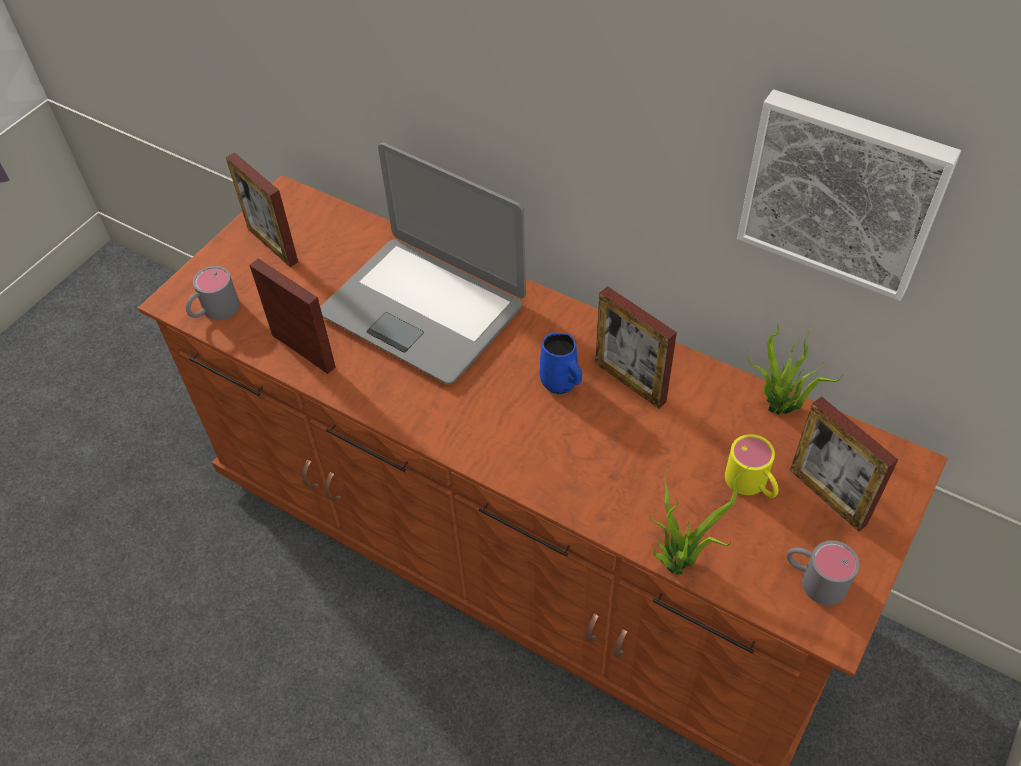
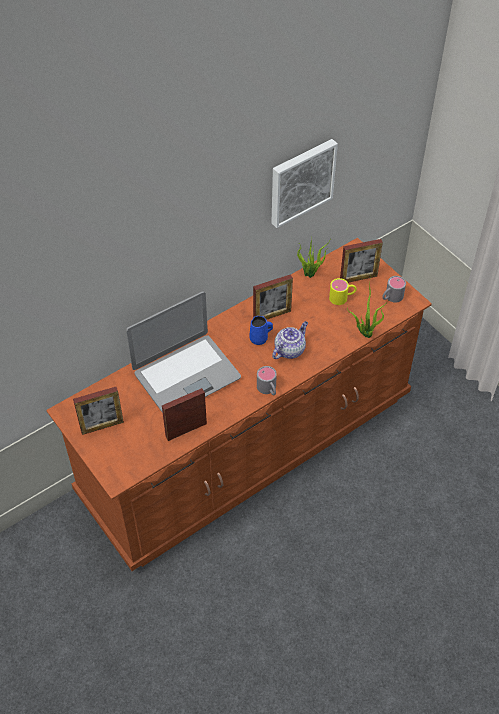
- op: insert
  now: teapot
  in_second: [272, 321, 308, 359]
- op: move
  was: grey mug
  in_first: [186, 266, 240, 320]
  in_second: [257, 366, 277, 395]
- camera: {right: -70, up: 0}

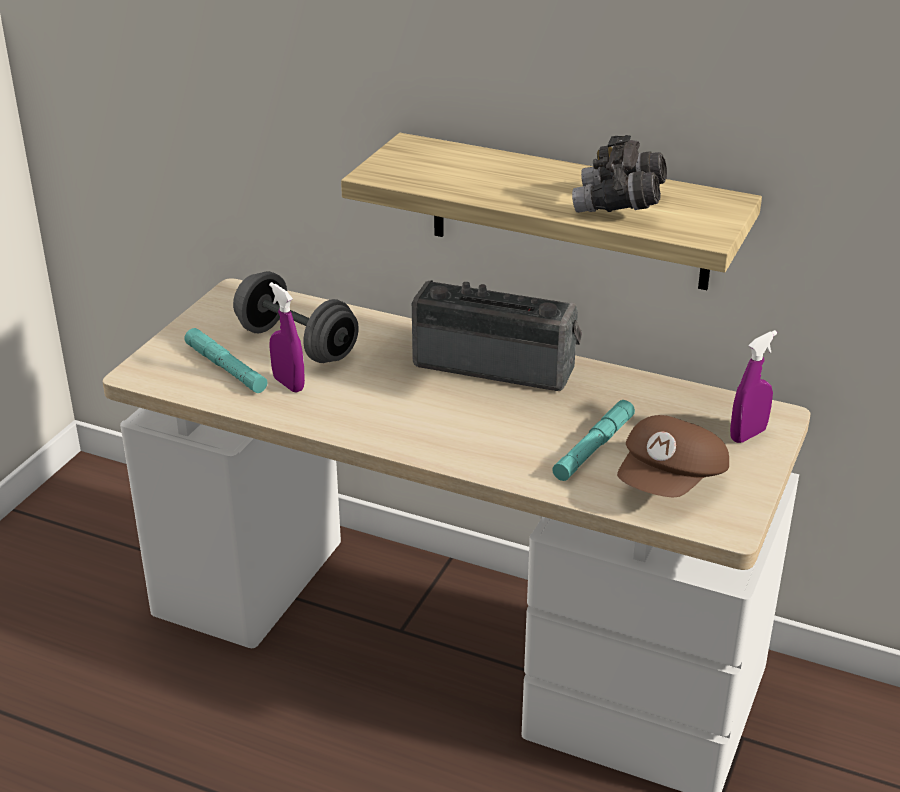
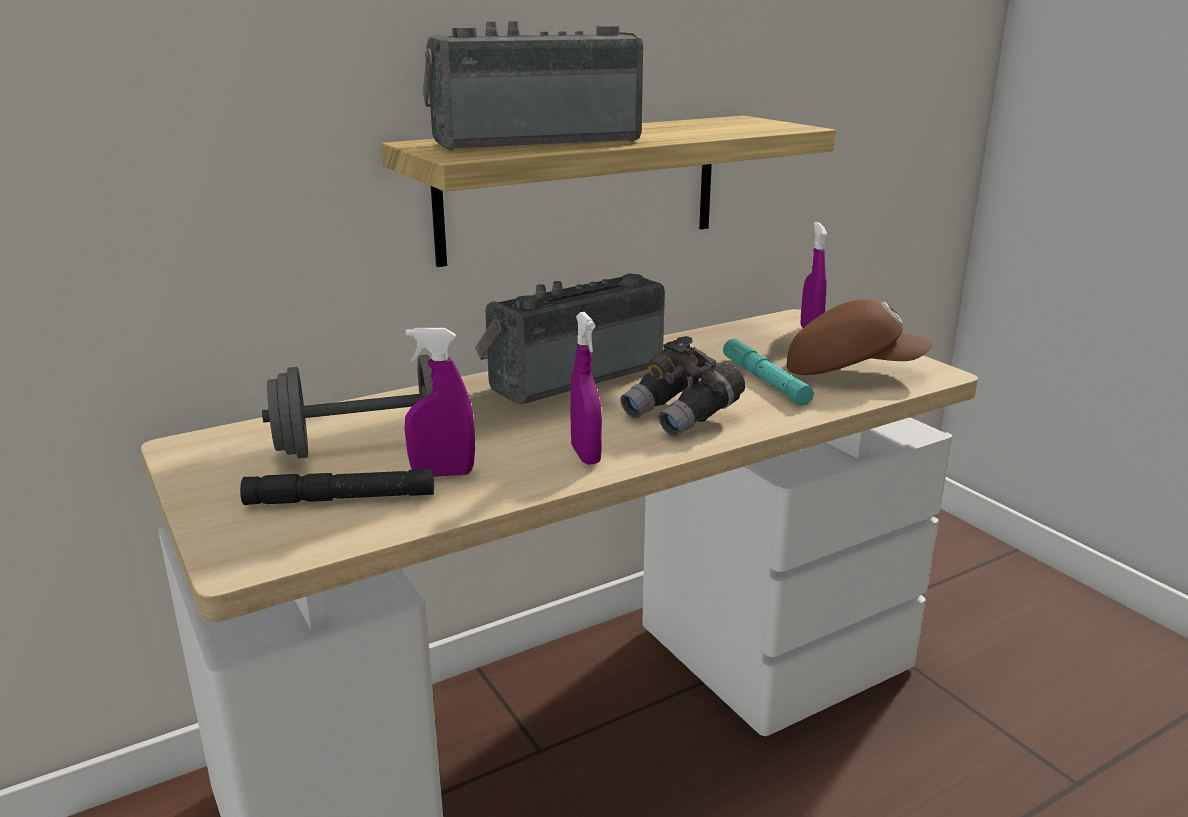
- op: insert
  now: radio
  in_second: [423, 21, 643, 150]
- op: insert
  now: purple spray bottle
  in_second: [570, 312, 602, 465]
- op: move
  was: grey binoculars
  in_first: [572, 135, 667, 213]
  in_second: [620, 336, 745, 437]
- op: recolor
  was: turquoise flashlight
  now: black flashlight
  in_first: [184, 328, 267, 393]
  in_second: [240, 469, 434, 505]
- op: rotate
  was: brown cap
  in_first: [617, 415, 729, 497]
  in_second: [787, 299, 932, 375]
  clockwise: -60
- camera: {right: -55, up: -10}

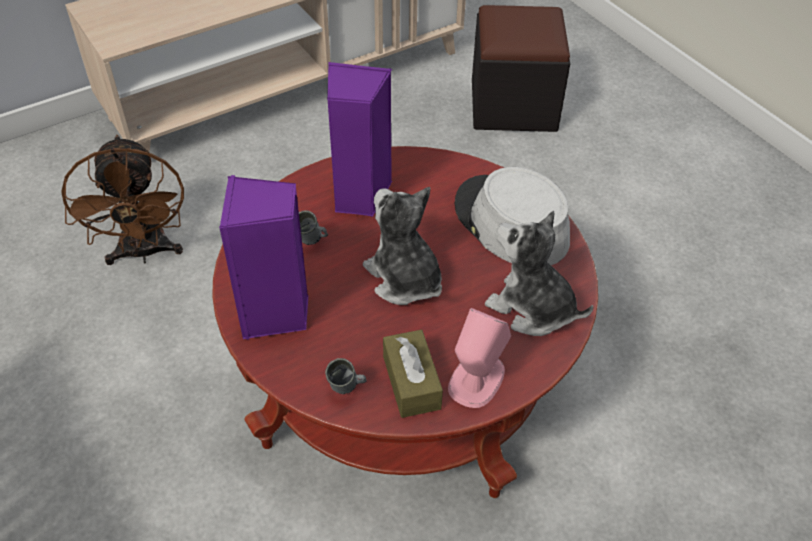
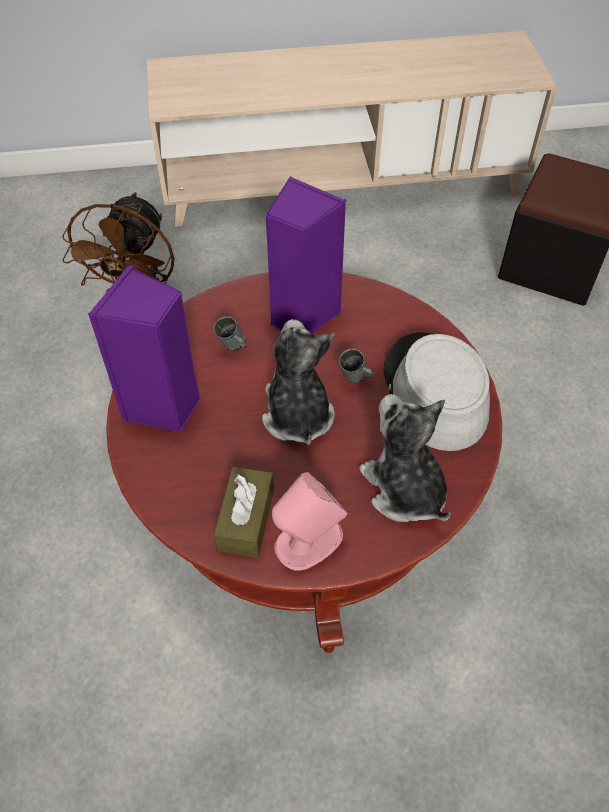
- op: move
  was: grey mug
  in_first: [325, 358, 367, 394]
  in_second: [339, 348, 374, 383]
- camera: {right: 25, up: 5}

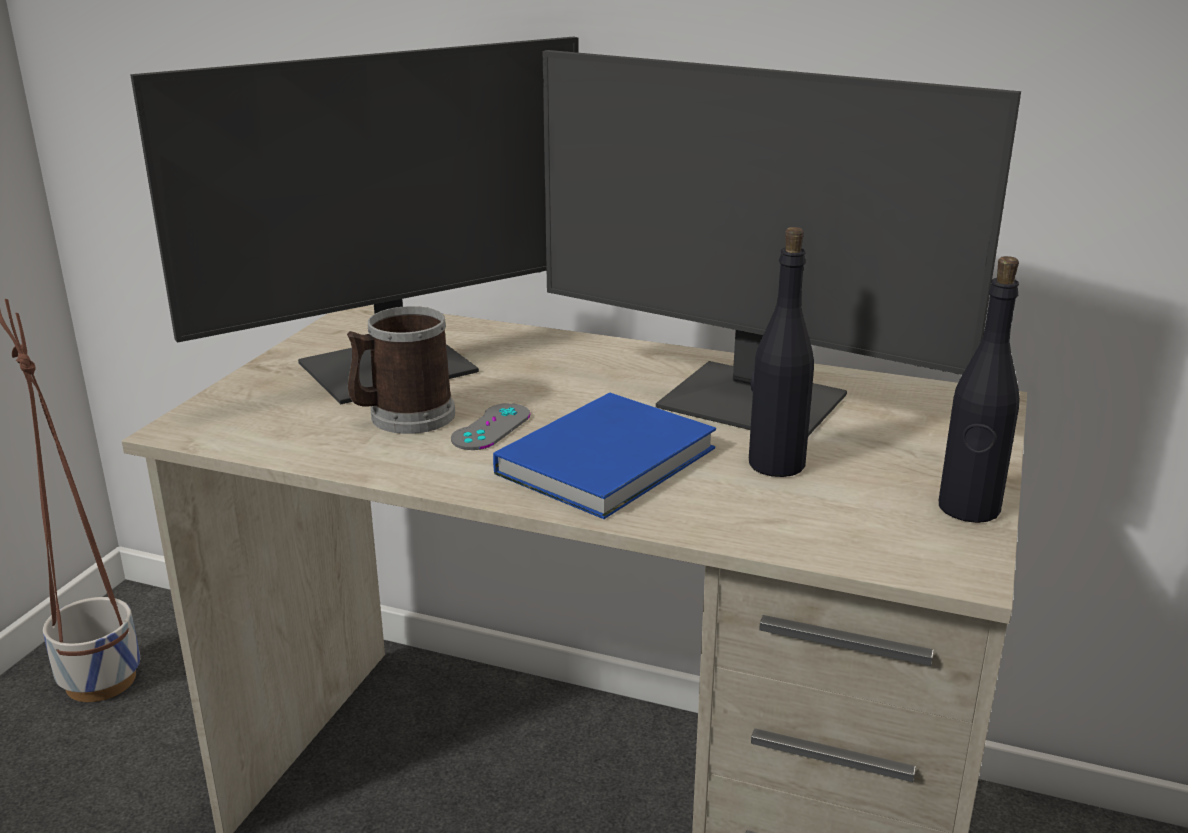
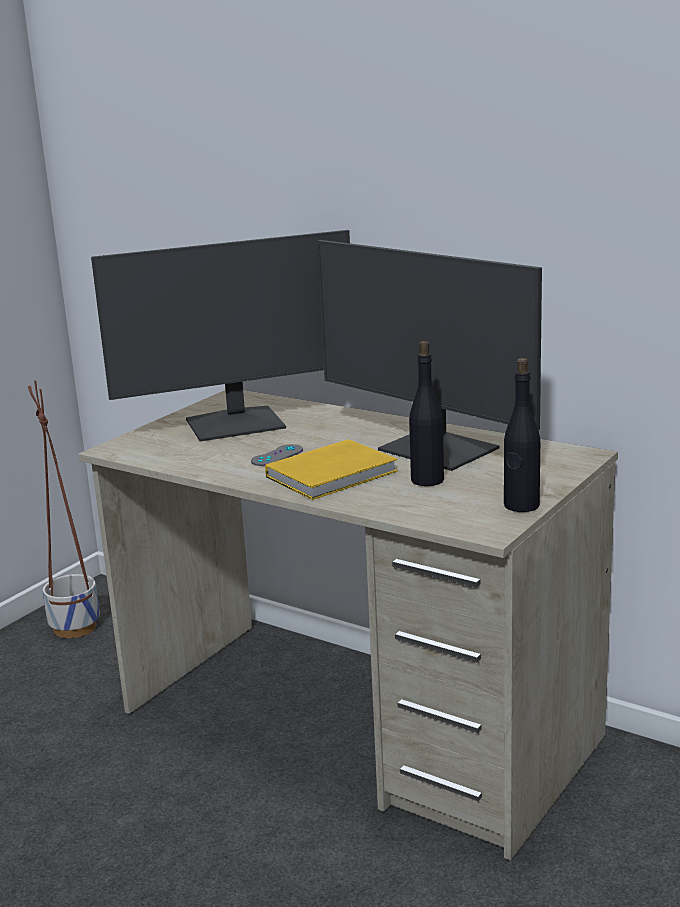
- op: delete
  was: mug
  in_first: [347, 306, 455, 434]
- op: recolor
  was: blue book
  now: yellow book
  in_first: [493, 393, 716, 519]
  in_second: [265, 439, 398, 500]
- camera: {right: 15, up: -5}

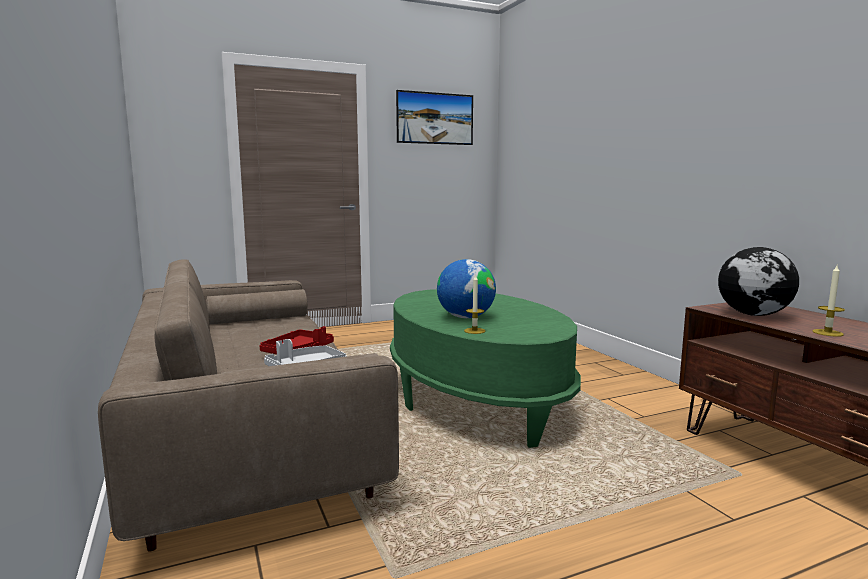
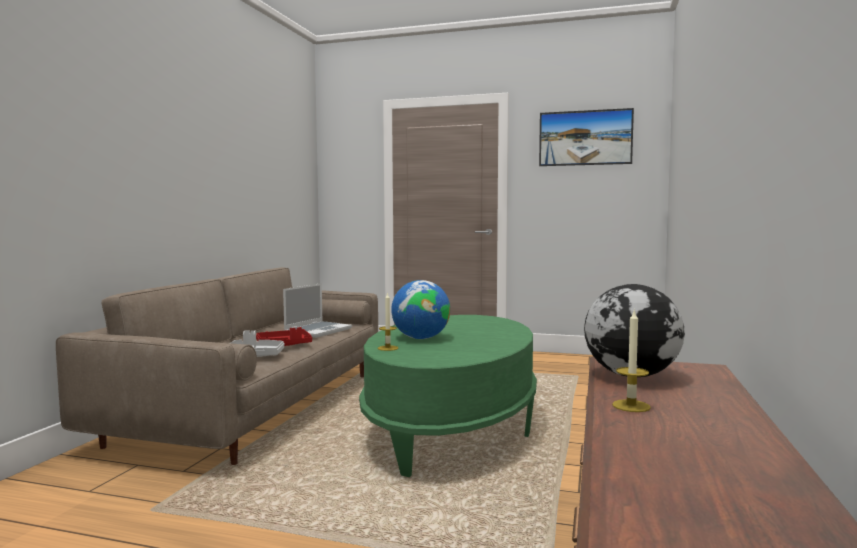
- op: insert
  now: laptop
  in_second: [283, 283, 352, 338]
- camera: {right: 40, up: -5}

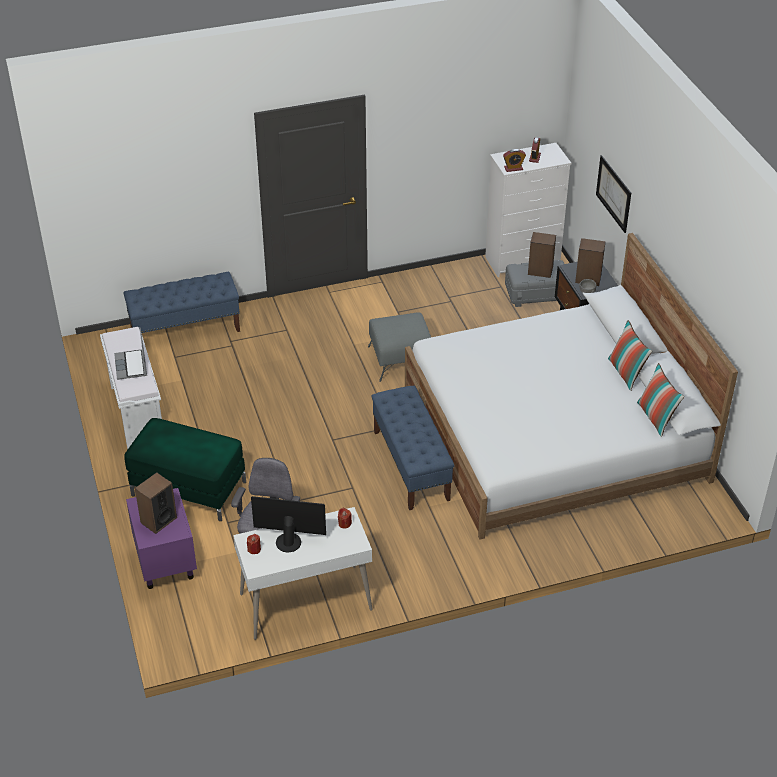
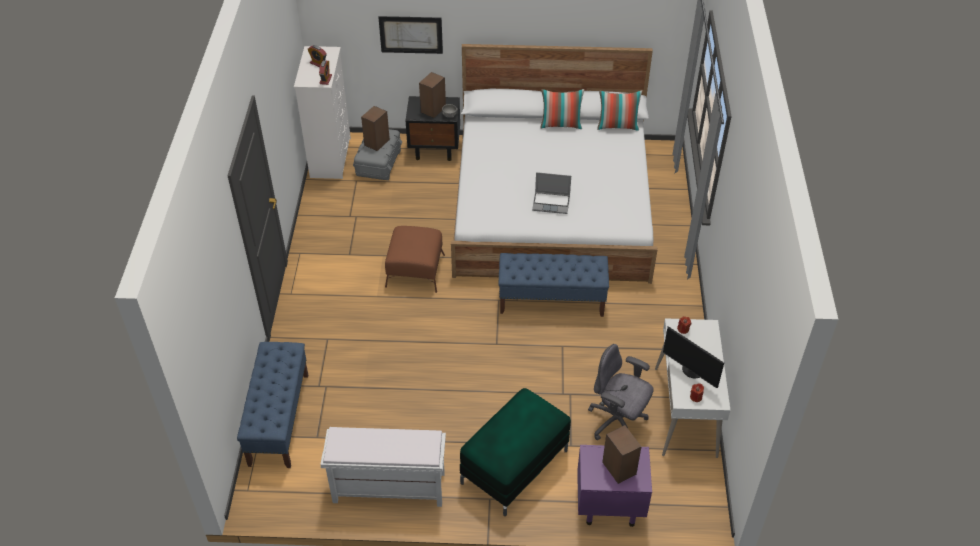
- op: move
  was: laptop
  in_first: [114, 327, 147, 380]
  in_second: [532, 172, 571, 214]
- op: recolor
  was: grey ottoman
  now: brown ottoman
  in_first: [368, 312, 431, 382]
  in_second: [385, 226, 445, 293]
- op: rotate
  was: monitor
  in_first: [251, 496, 326, 552]
  in_second: [663, 326, 724, 388]
  clockwise: -75
- camera: {right: -70, up: 5}

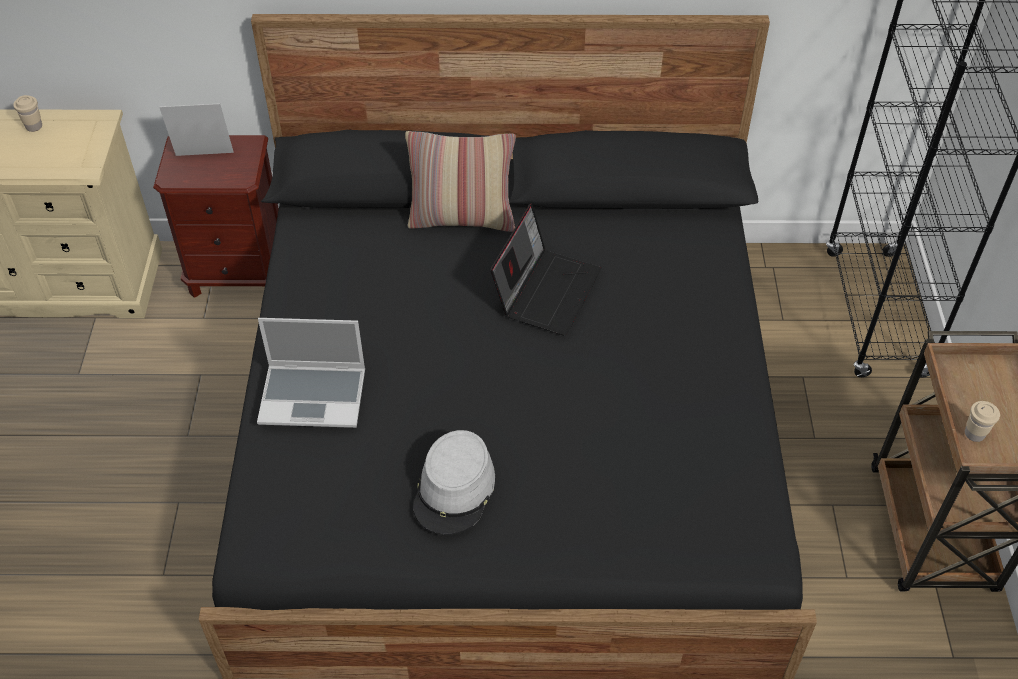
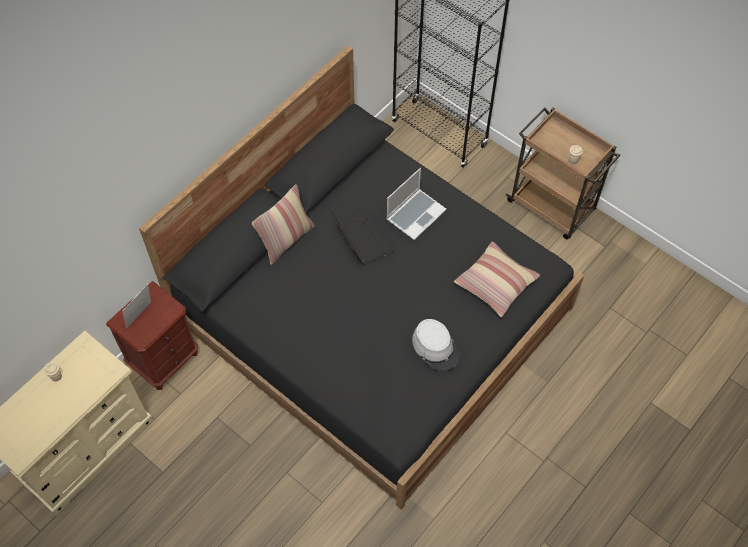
- op: insert
  now: pillow
  in_second: [454, 241, 540, 317]
- op: move
  was: laptop
  in_first: [257, 318, 365, 428]
  in_second: [387, 168, 446, 240]
- camera: {right: -50, up: 10}

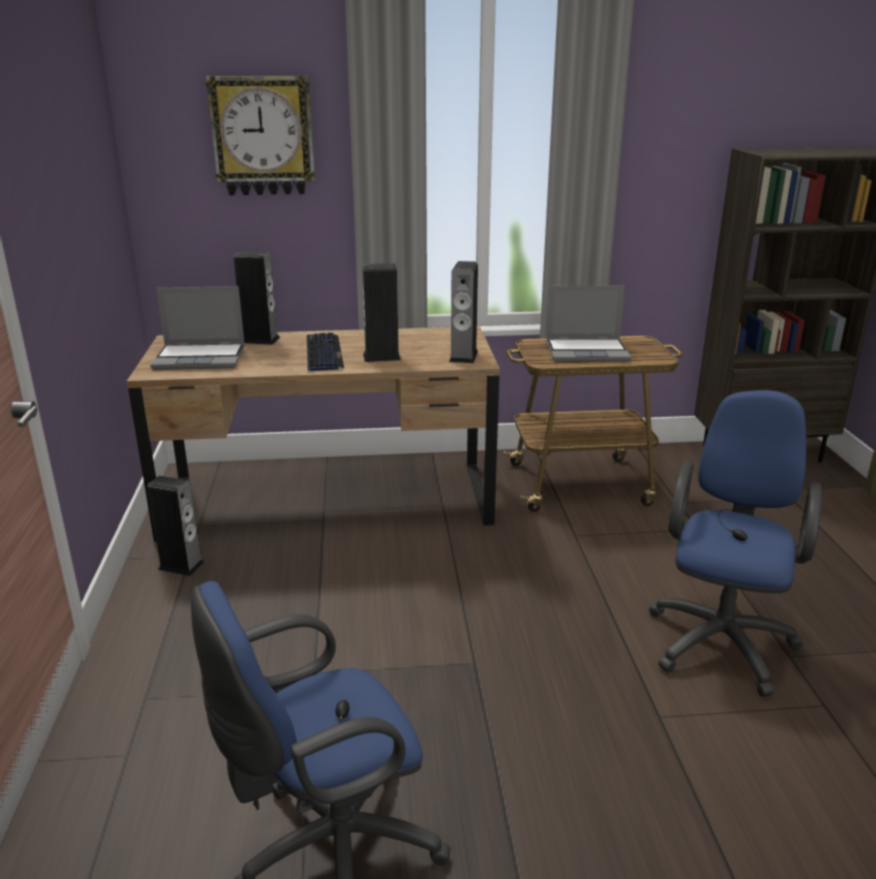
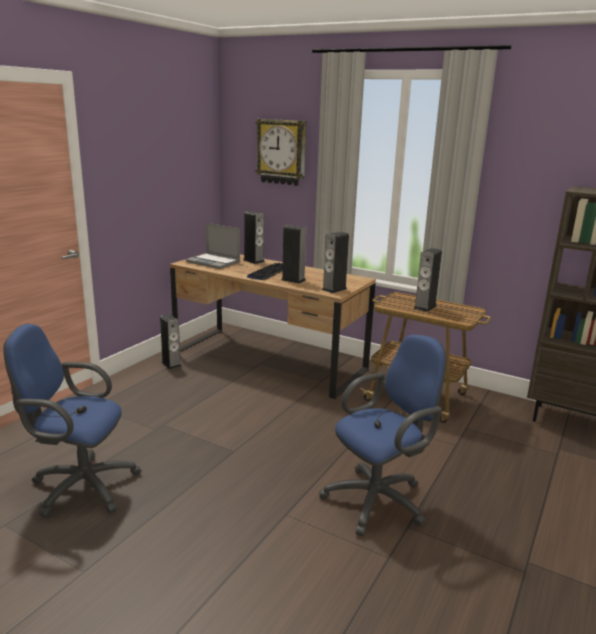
- op: replace
  was: laptop
  now: speaker
  in_first: [546, 286, 631, 362]
  in_second: [413, 248, 442, 312]
- camera: {right: 35, up: -5}

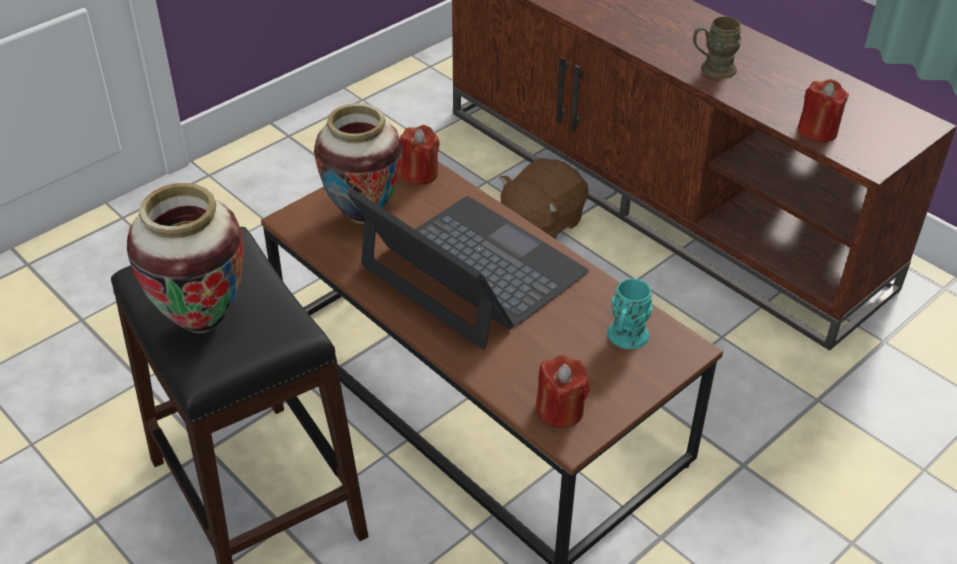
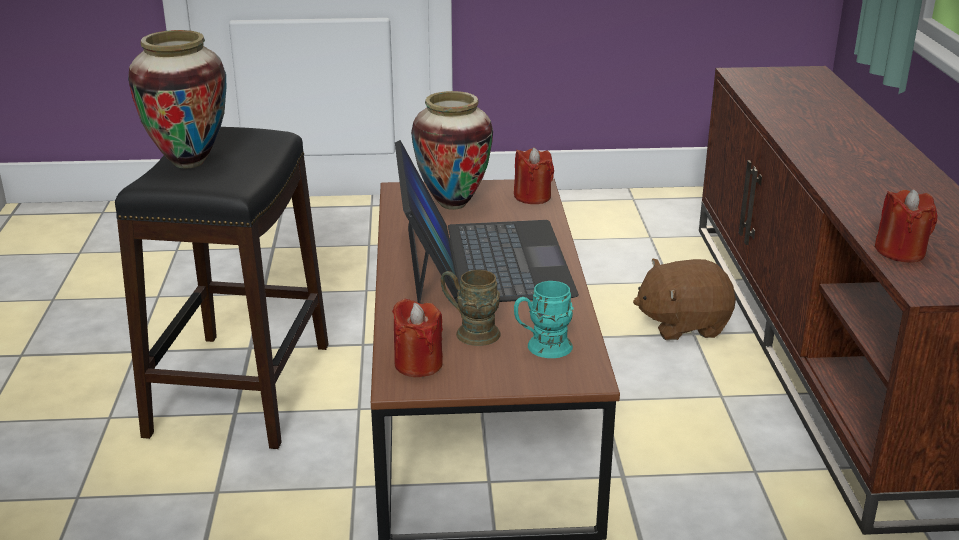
- op: move
  was: brown mug
  in_first: [693, 17, 742, 79]
  in_second: [441, 270, 501, 346]
- camera: {right: 40, up: -15}

